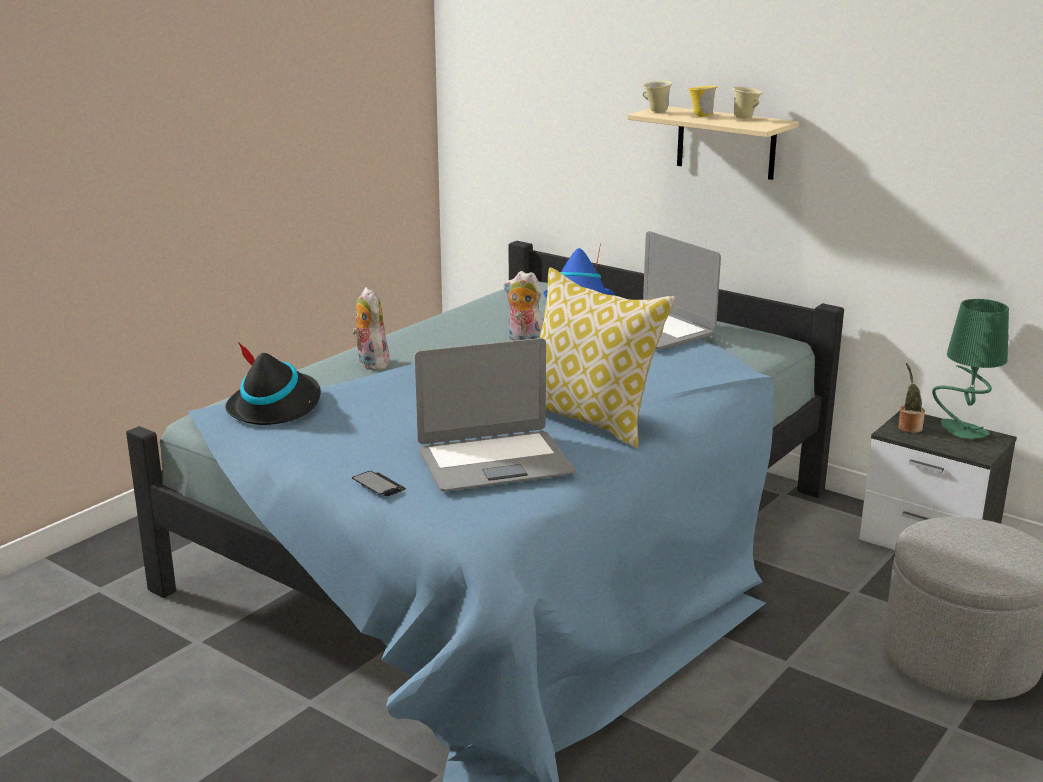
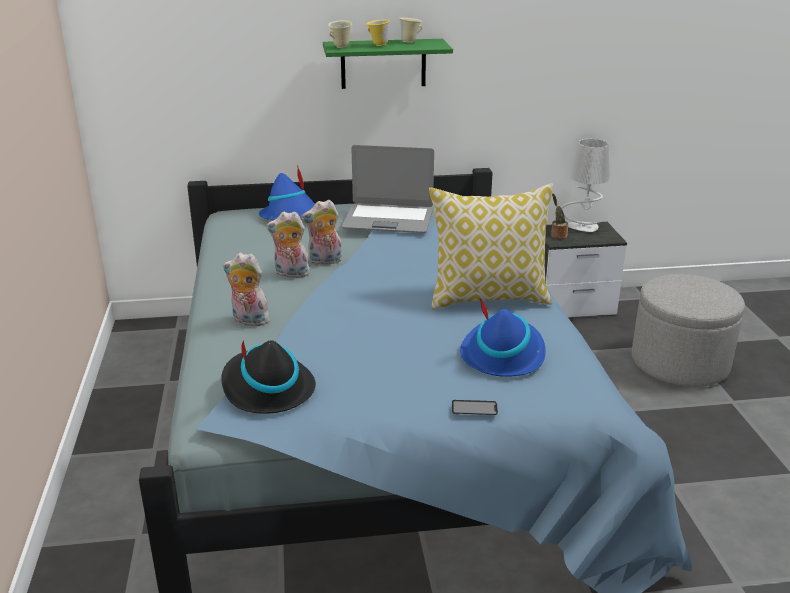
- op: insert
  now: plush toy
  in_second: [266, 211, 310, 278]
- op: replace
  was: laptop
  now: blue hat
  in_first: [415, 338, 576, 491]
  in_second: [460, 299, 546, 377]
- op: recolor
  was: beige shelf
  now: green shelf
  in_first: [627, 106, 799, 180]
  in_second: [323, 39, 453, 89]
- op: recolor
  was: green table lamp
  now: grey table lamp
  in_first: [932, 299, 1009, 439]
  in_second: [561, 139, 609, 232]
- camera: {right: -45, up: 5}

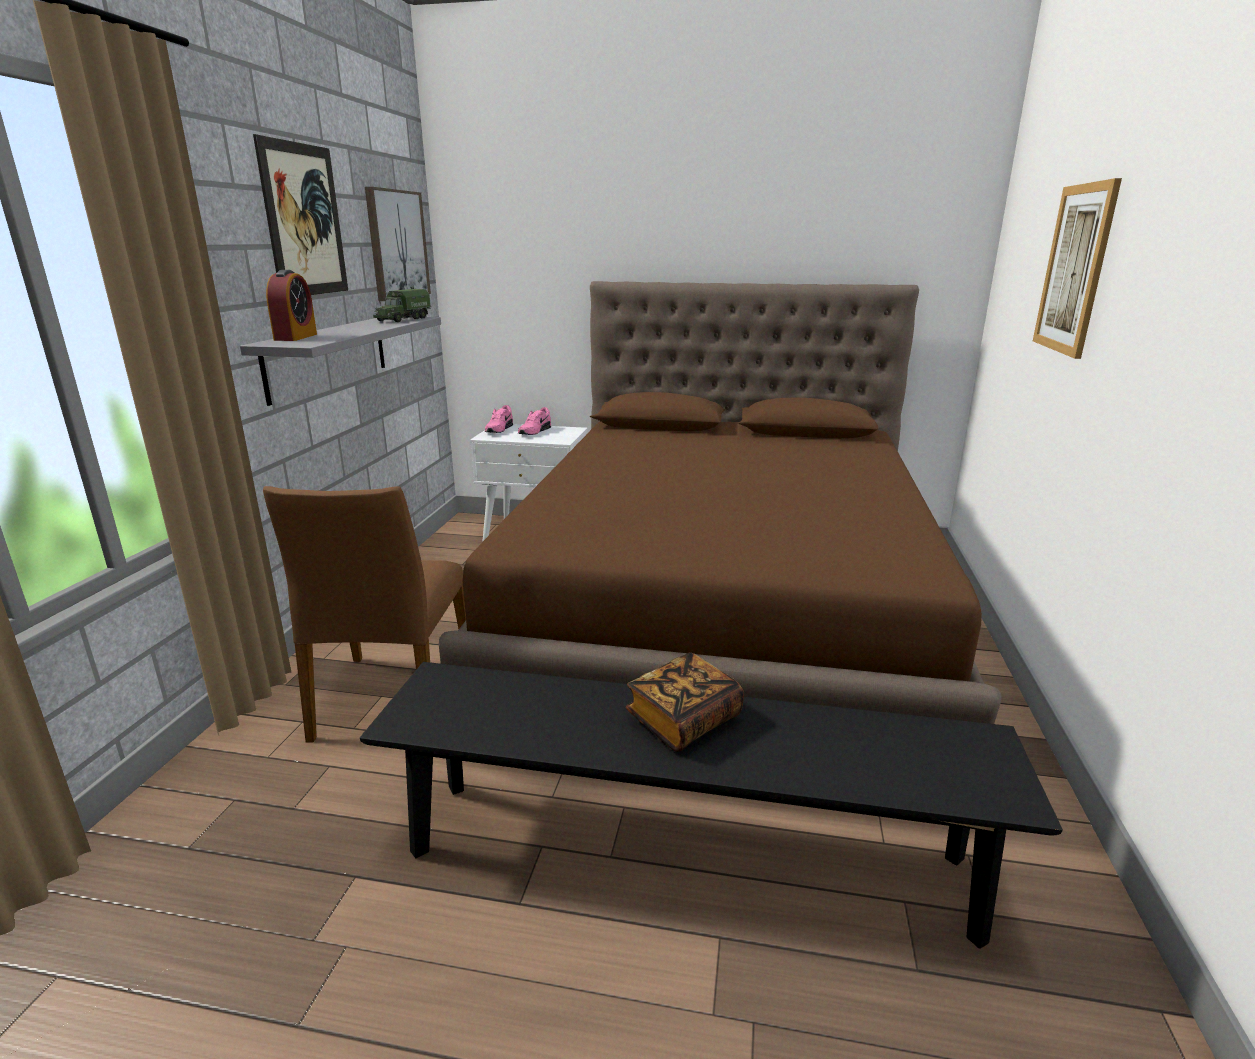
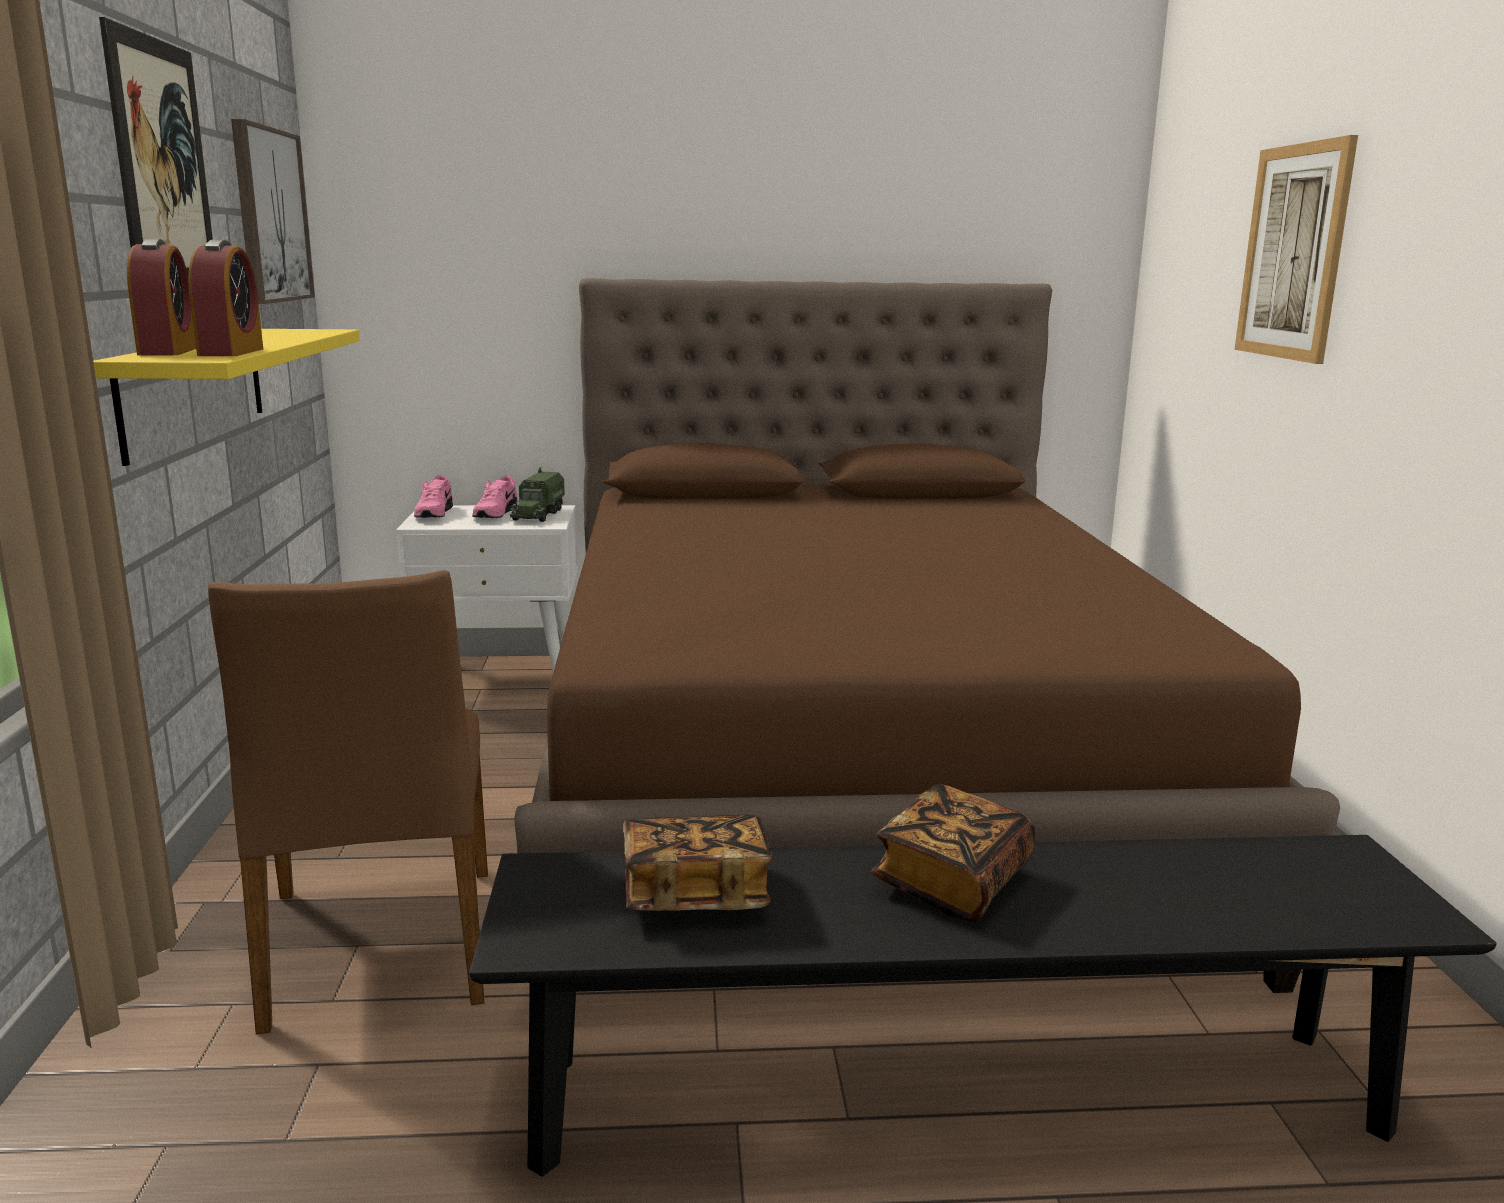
- op: insert
  now: alarm clock
  in_second: [188, 240, 263, 356]
- op: insert
  now: book
  in_second: [623, 814, 773, 911]
- op: move
  was: toy truck
  in_first: [373, 285, 431, 322]
  in_second: [510, 467, 565, 522]
- op: recolor
  was: grey shelf
  now: yellow shelf
  in_first: [240, 317, 441, 406]
  in_second: [93, 329, 360, 466]
- camera: {right: -15, up: -5}

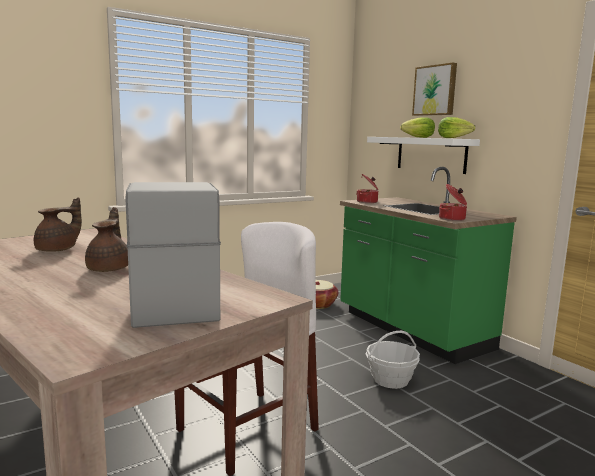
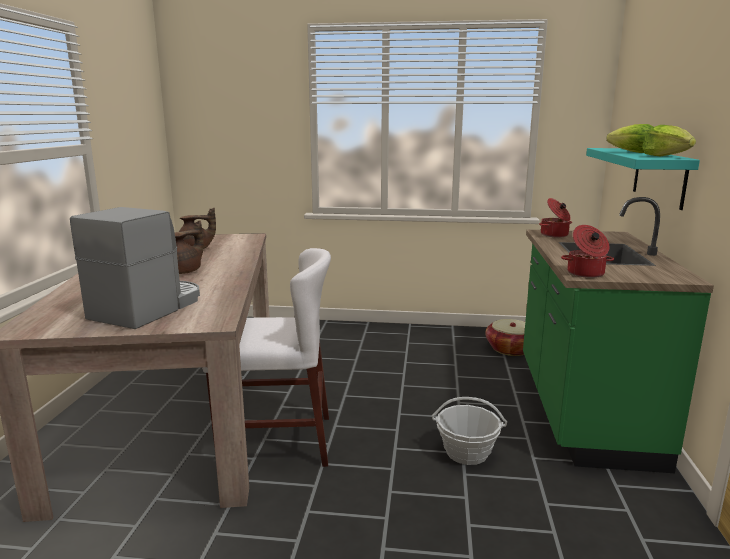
- op: delete
  was: picture
  in_first: [412, 63, 457, 116]
- op: recolor
  was: white shelf
  now: turquoise shelf
  in_first: [367, 137, 480, 174]
  in_second: [586, 148, 700, 210]
- camera: {right: 40, up: 5}

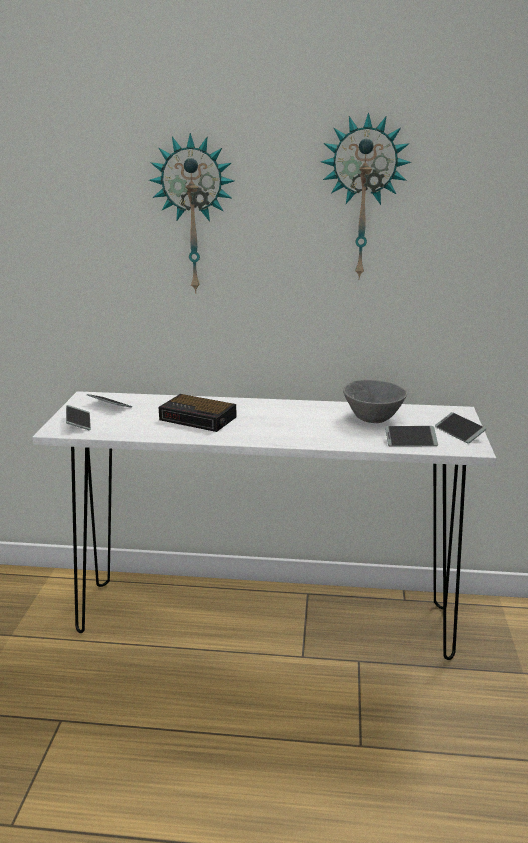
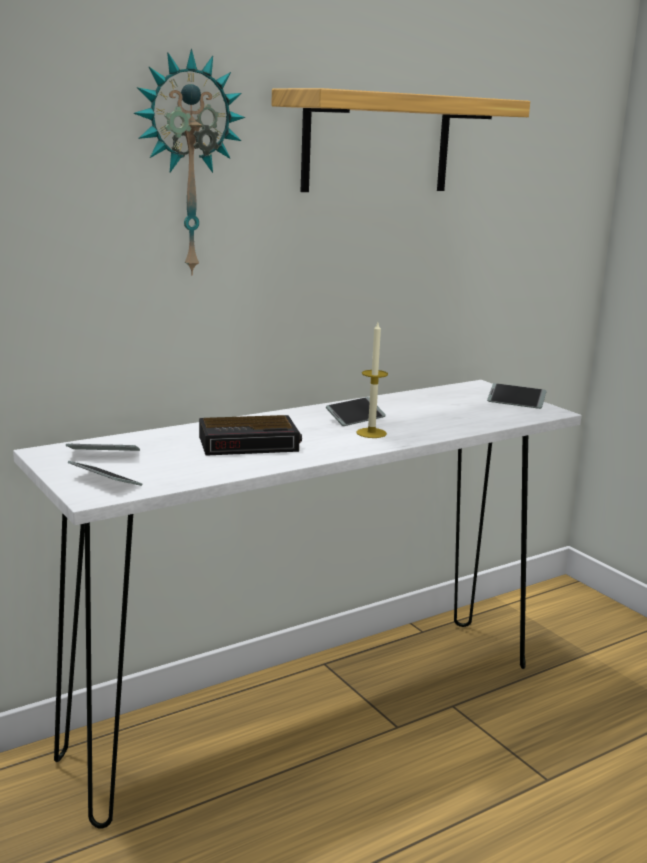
- op: delete
  was: grey bowl
  in_first: [343, 380, 407, 423]
- op: insert
  now: candle
  in_second: [357, 322, 388, 438]
- op: move
  was: phone
  in_first: [385, 426, 438, 447]
  in_second: [326, 397, 386, 426]
- op: replace
  was: wall clock
  now: shelf
  in_first: [320, 112, 411, 280]
  in_second: [272, 88, 530, 192]
- camera: {right: -40, up: -5}

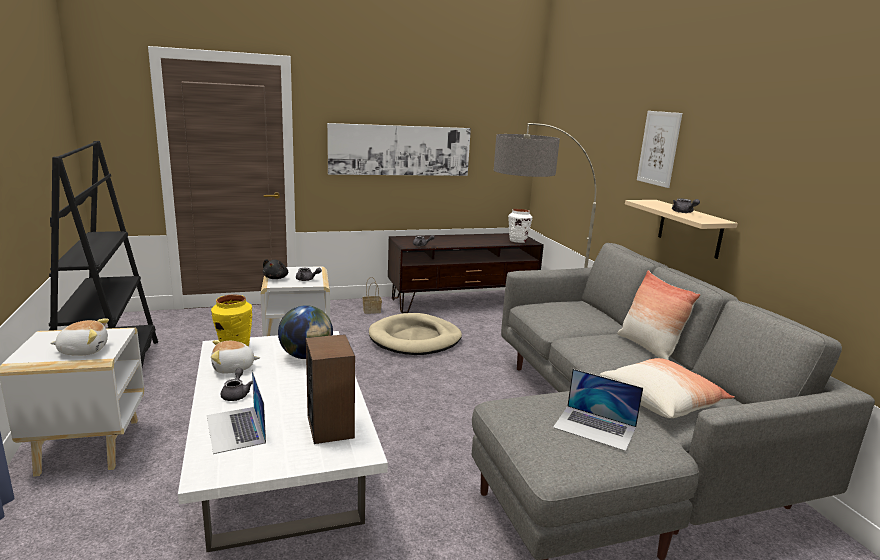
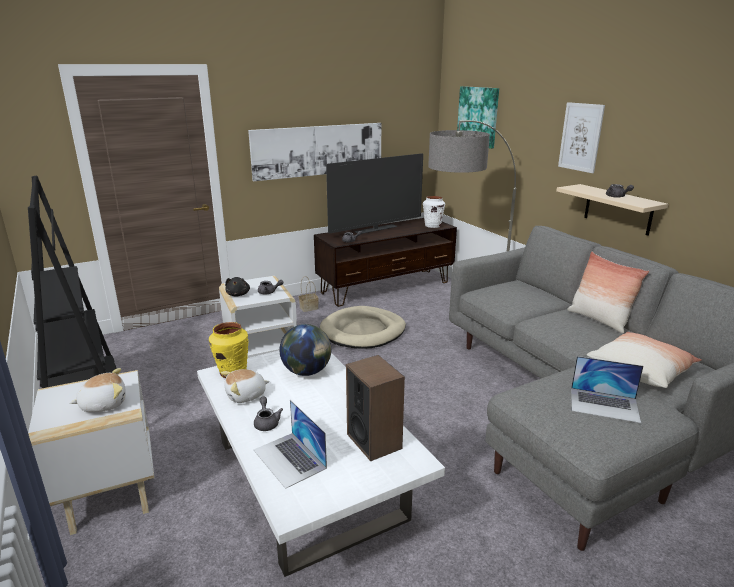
- op: insert
  now: television
  in_second: [326, 153, 423, 234]
- op: insert
  now: picture
  in_second: [457, 86, 499, 149]
- camera: {right: -10, up: 5}

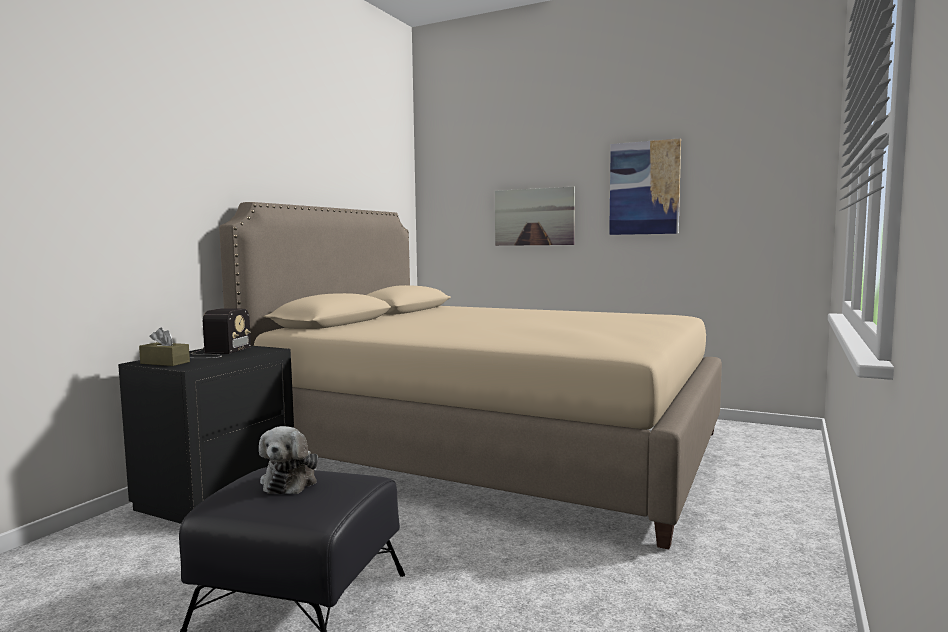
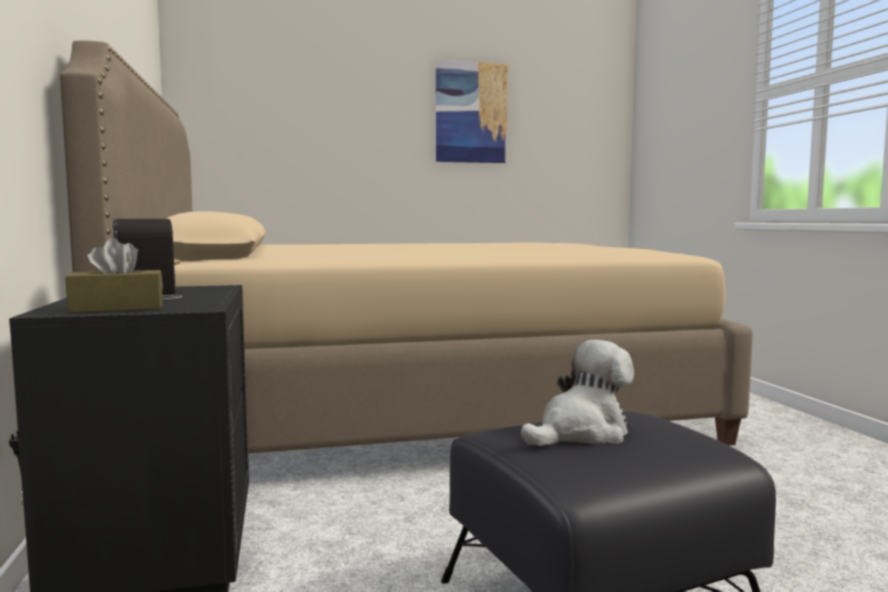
- op: delete
  was: picture
  in_first: [495, 187, 575, 246]
- op: rotate
  was: plush toy
  in_first: [259, 426, 318, 494]
  in_second: [521, 340, 634, 446]
  clockwise: -90
- camera: {right: -40, up: 0}

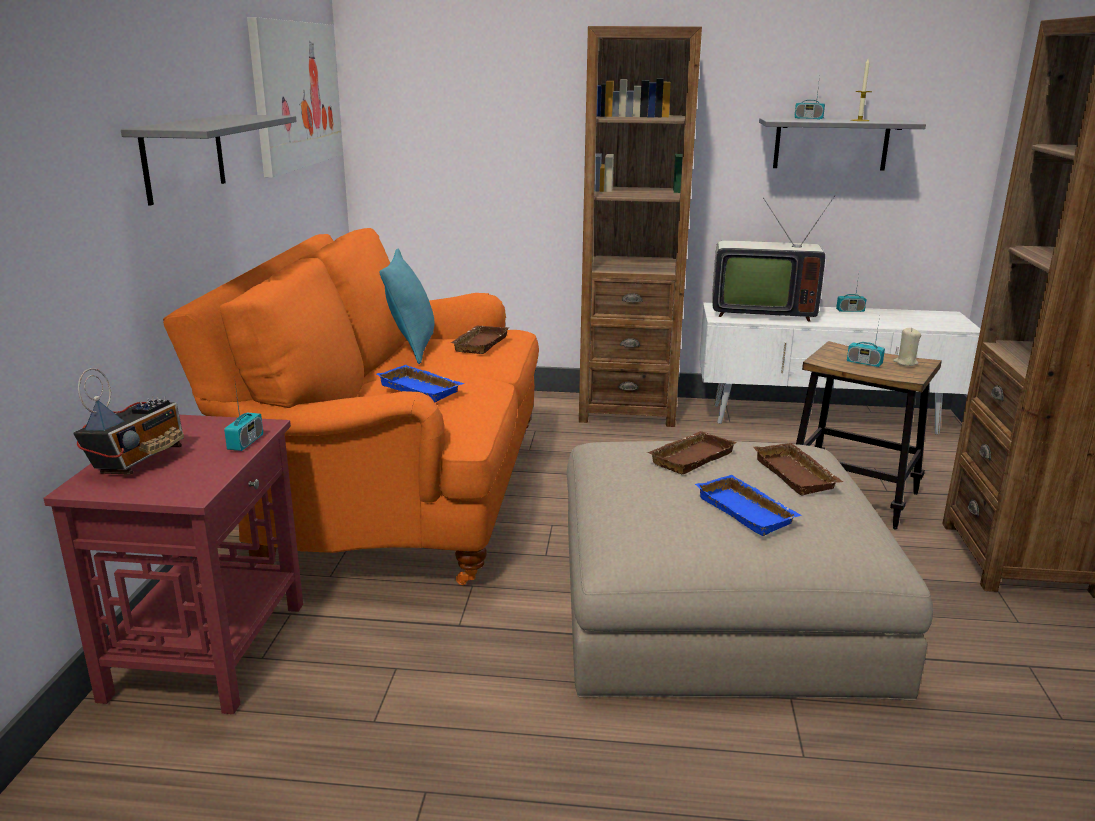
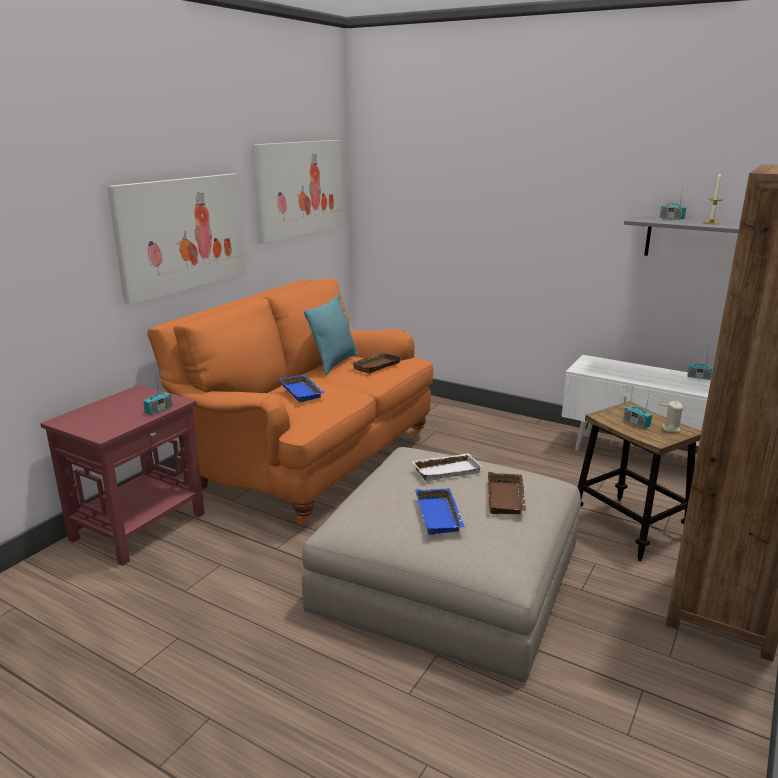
- op: delete
  was: radio
  in_first: [73, 368, 184, 475]
- op: delete
  was: brown bookcase
  in_first: [579, 26, 702, 427]
- op: delete
  was: television
  in_first: [712, 195, 835, 321]
- op: replace
  was: grey shelf
  now: picture
  in_first: [121, 114, 297, 206]
  in_second: [107, 173, 246, 305]
- op: recolor
  was: brown tray
  now: white tray
  in_first: [647, 431, 737, 474]
  in_second: [412, 453, 483, 481]
- camera: {right: 25, up: 0}

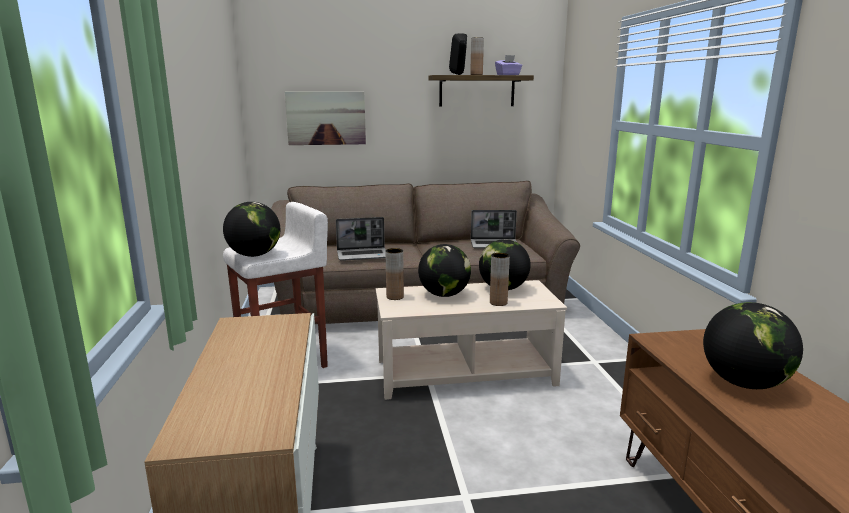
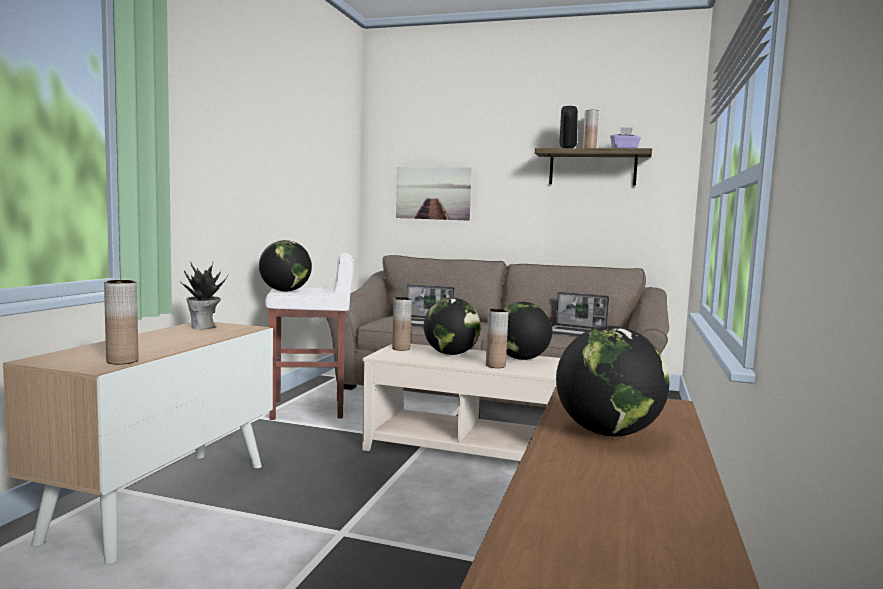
- op: insert
  now: brown vase
  in_second: [104, 280, 138, 364]
- op: insert
  now: potted plant
  in_second: [179, 261, 228, 329]
- camera: {right: 25, up: -10}

